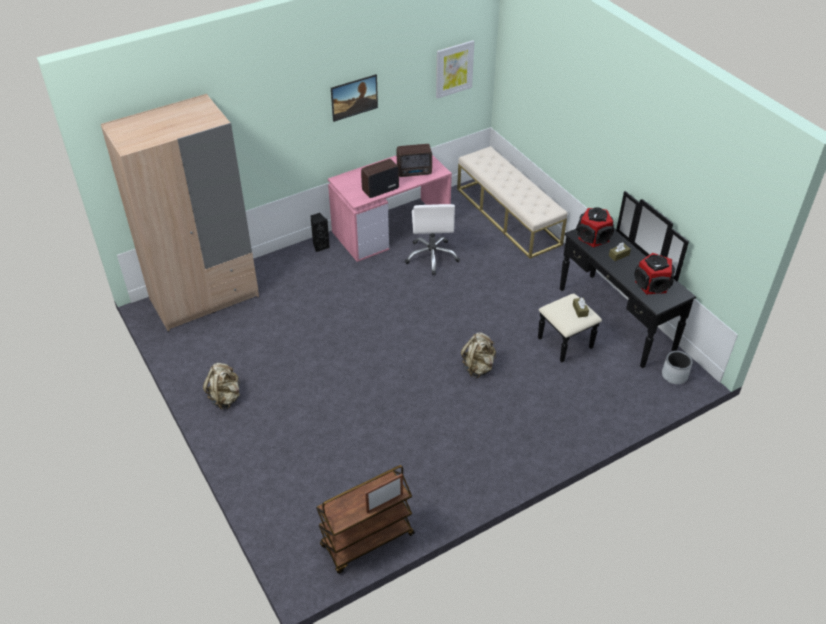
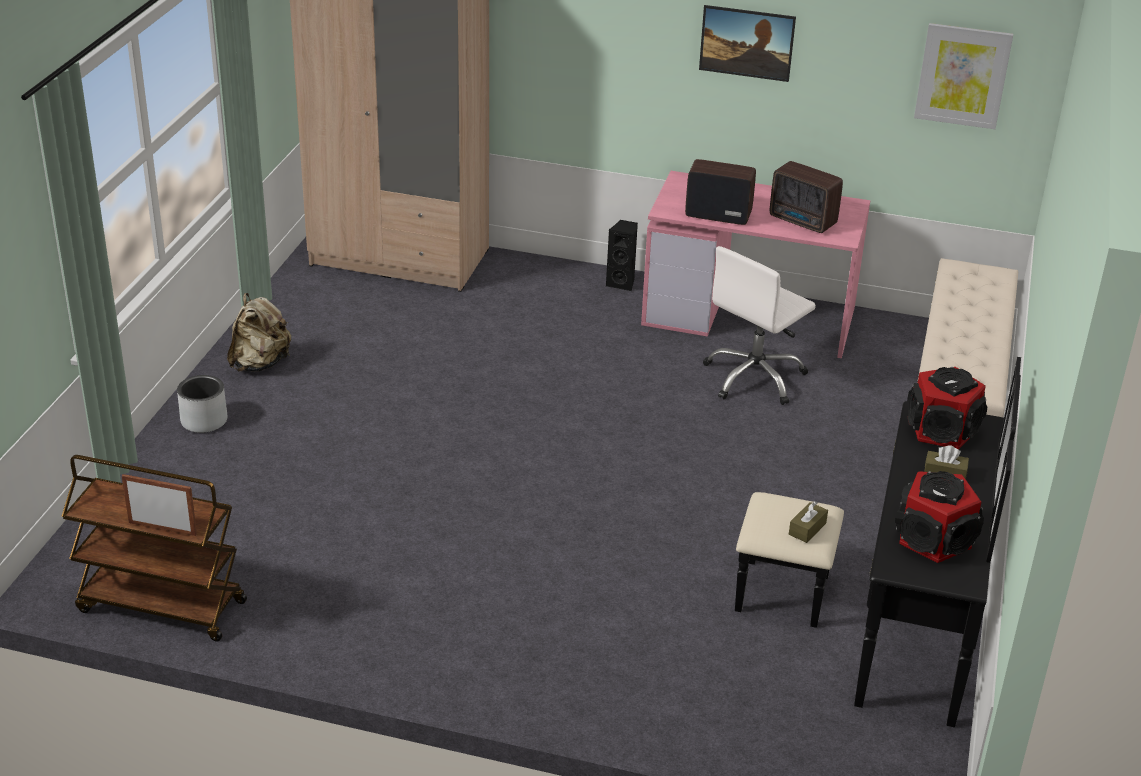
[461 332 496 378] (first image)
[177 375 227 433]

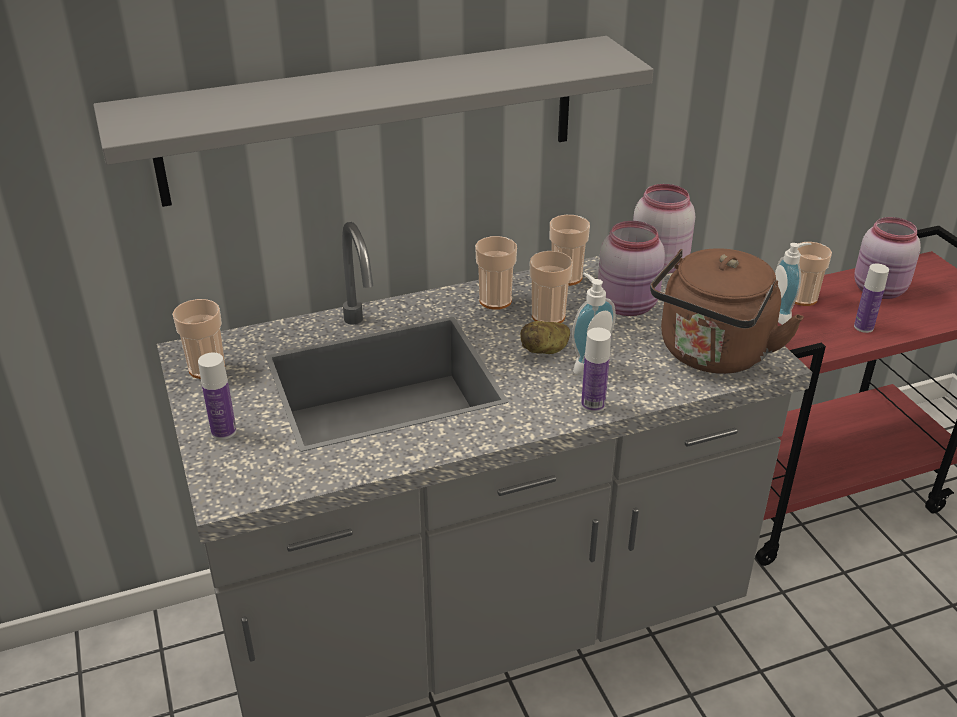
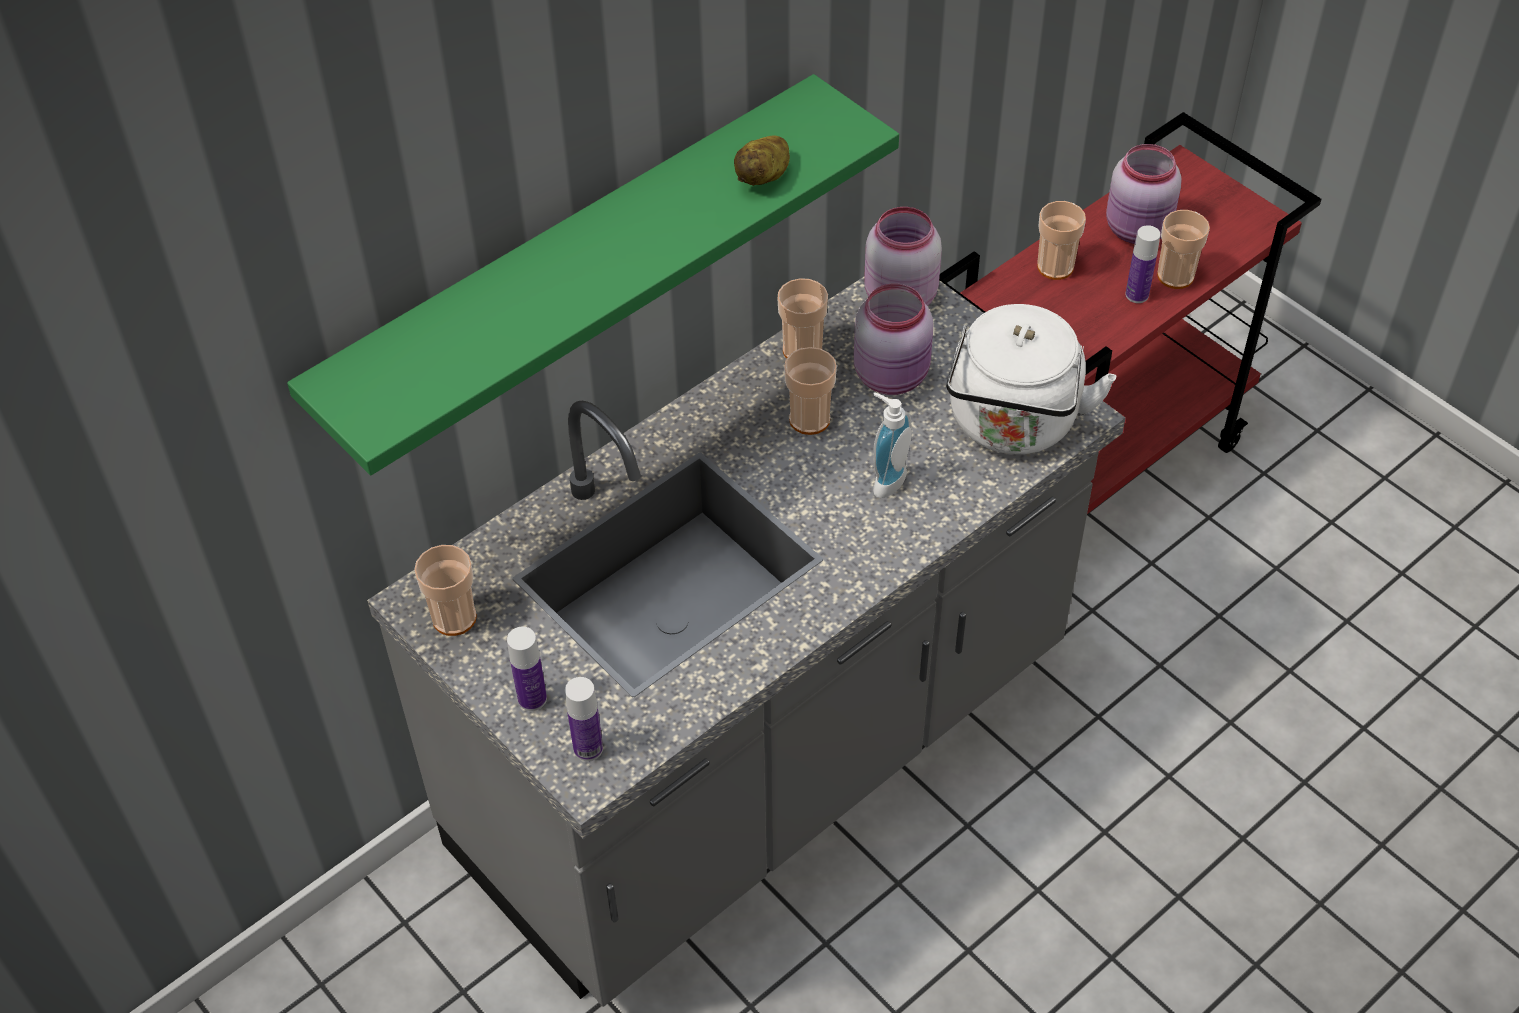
[775 243 812 325] (first image)
[1157 210 1210 289]
[734 135 790 186]
[565 677 603 761]
[287 74 899 475]
[946 304 1116 454]

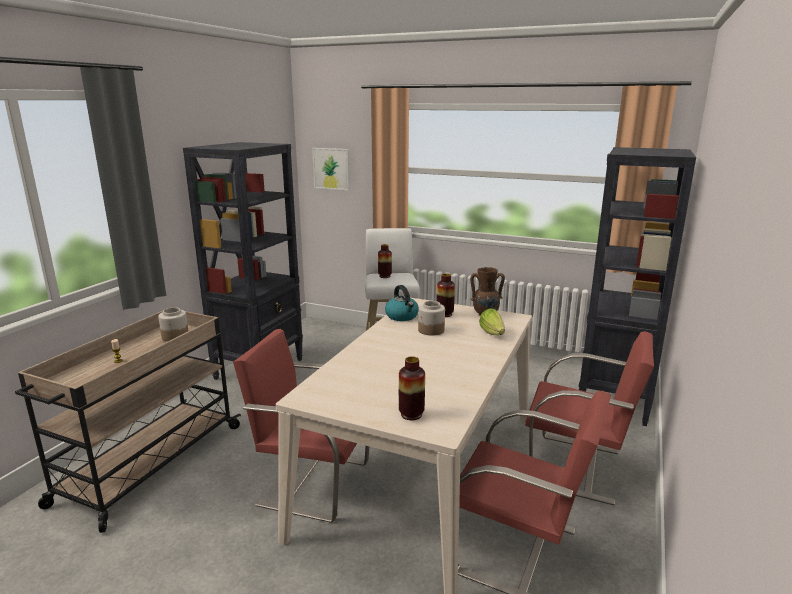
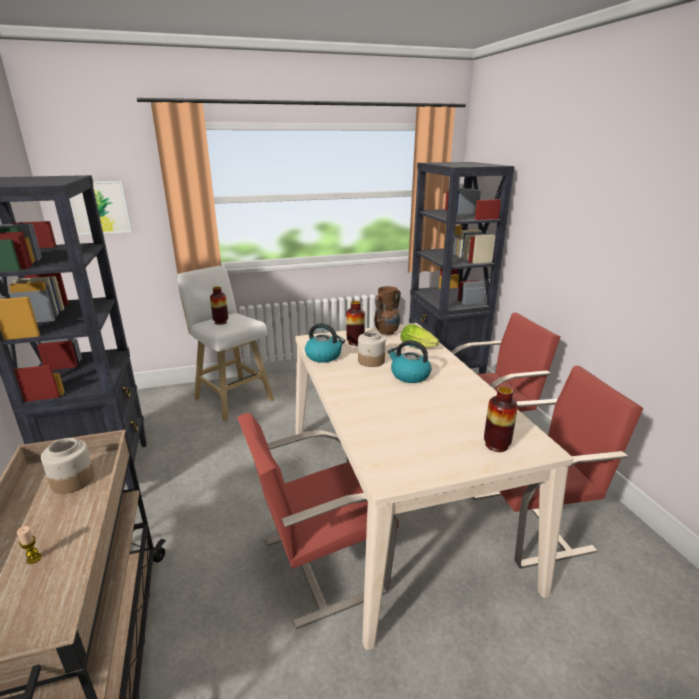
[387 340 431 383]

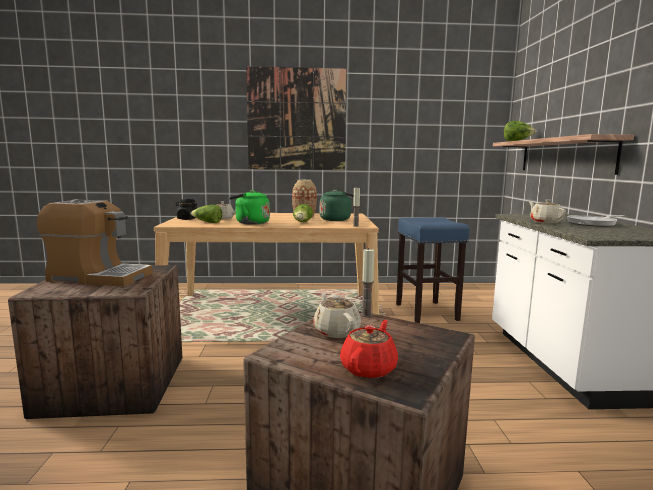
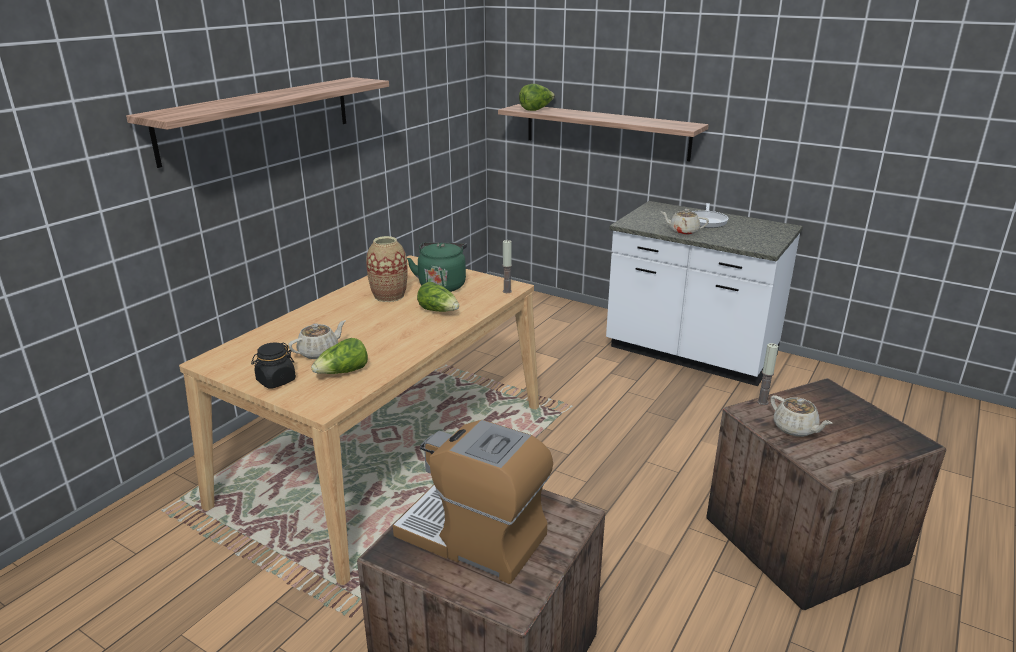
[229 190 270 225] (first image)
[340 320 398 378] (first image)
[396 217 470 323] (first image)
[126 77 389 168]
[393 420 553 584]
[770 395 832 437]

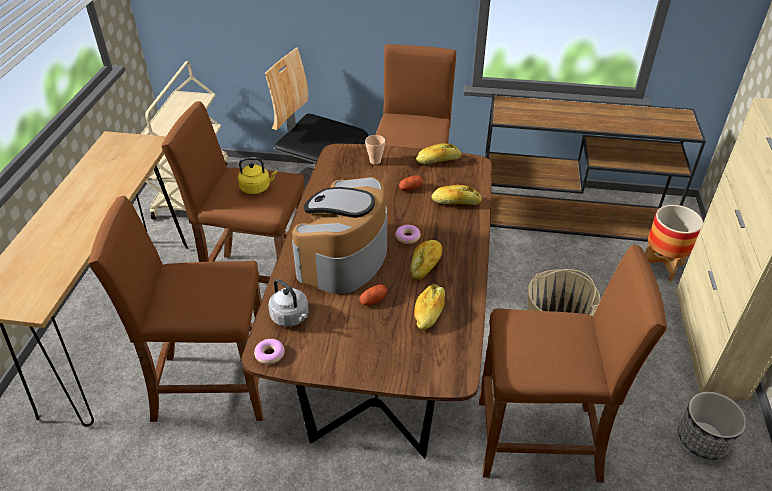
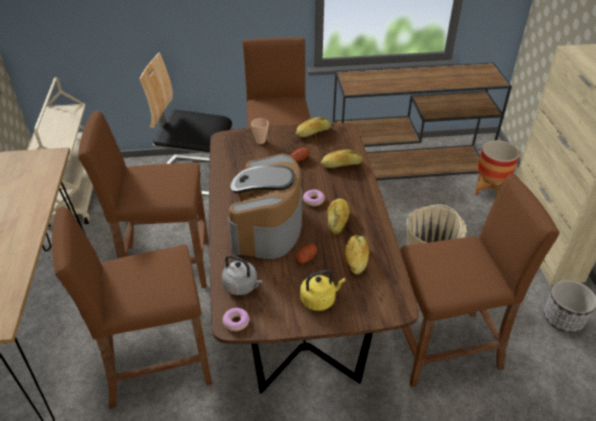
[300 270 346 311]

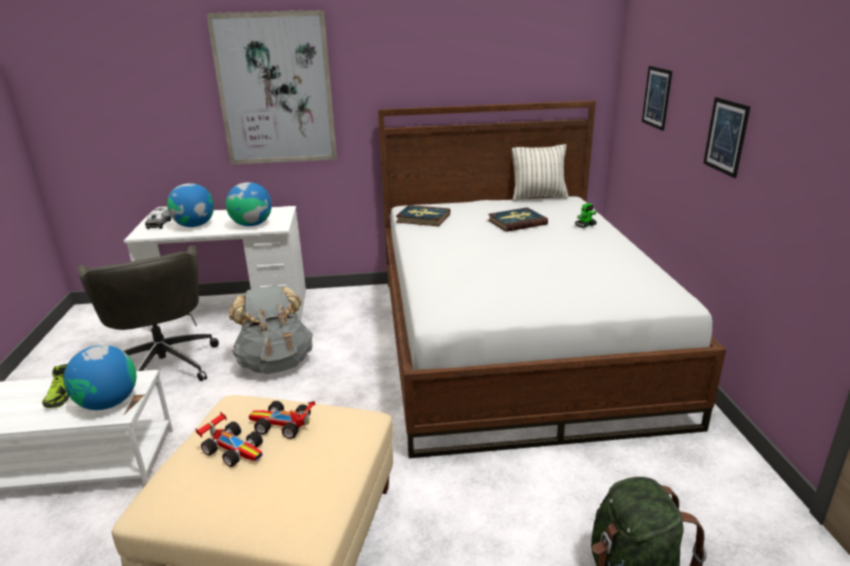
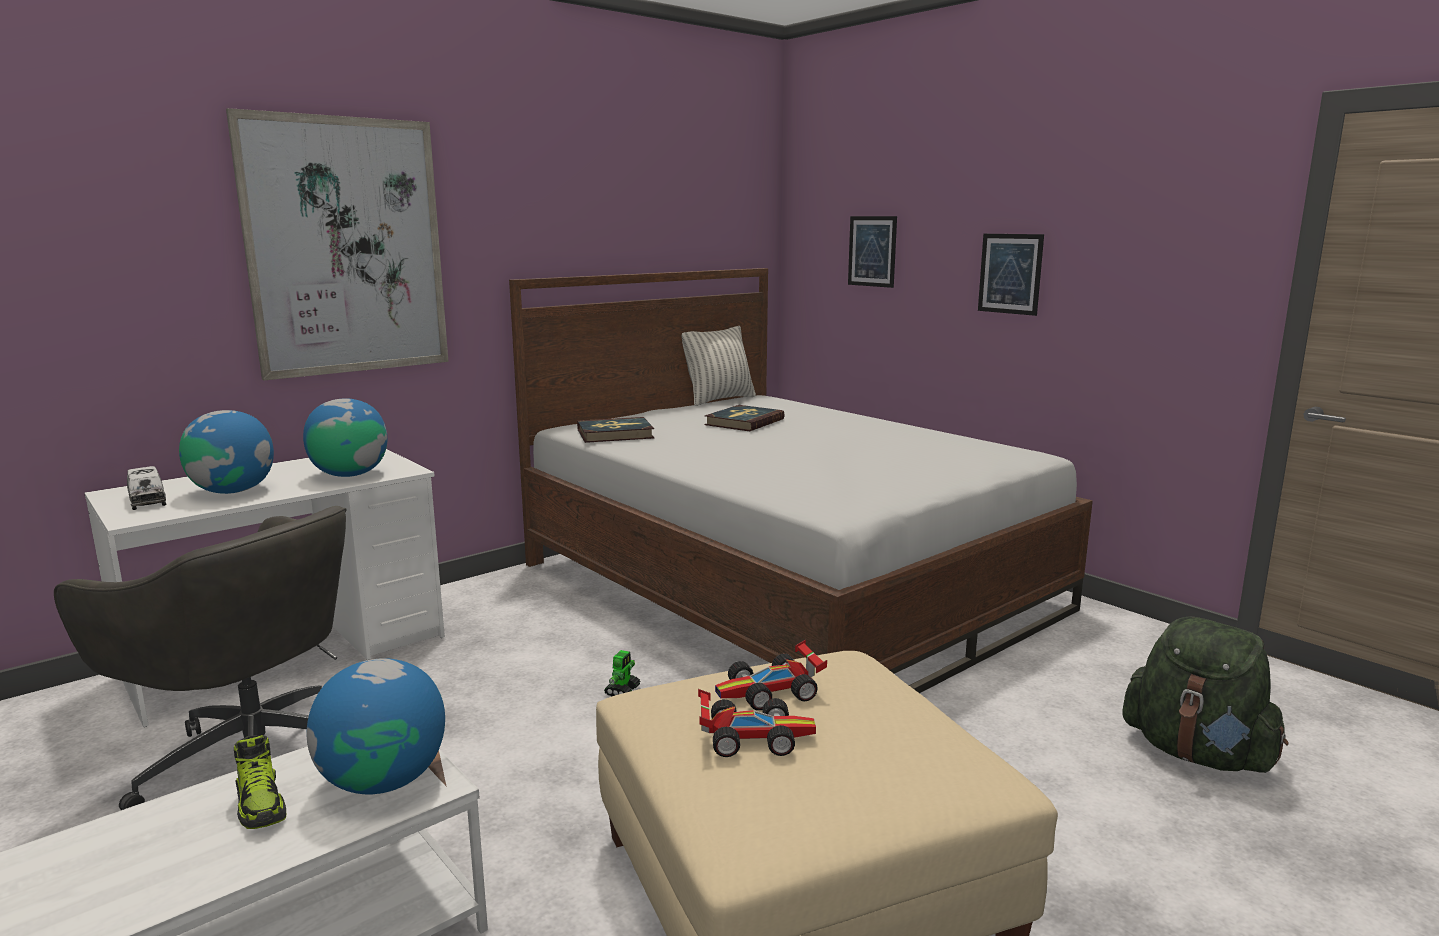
[228 285 313 374] (first image)
[604 650 641 697]

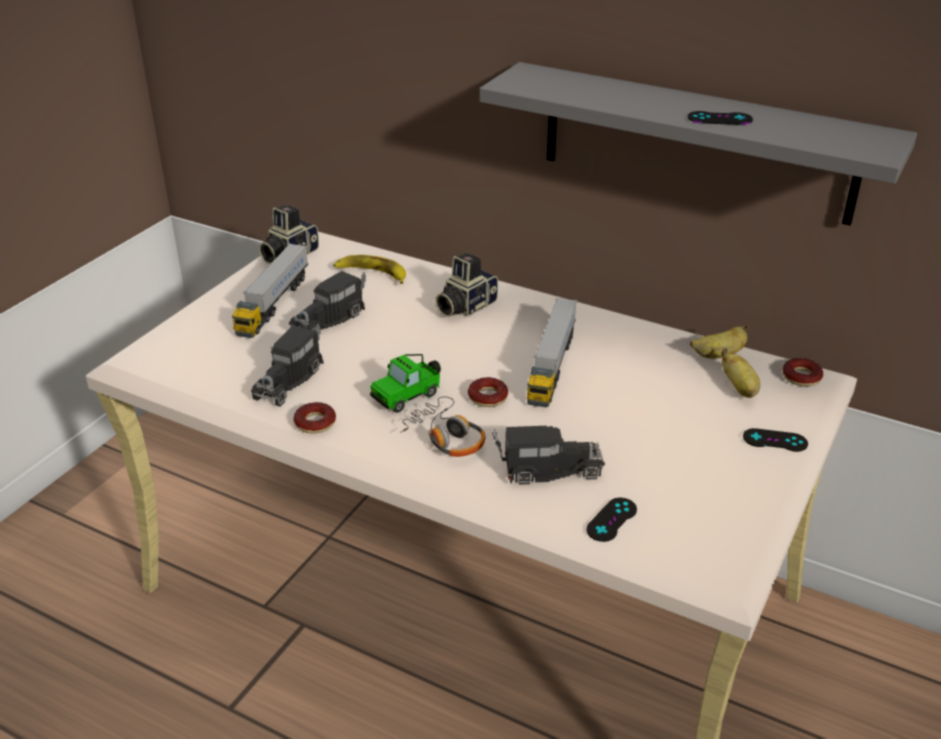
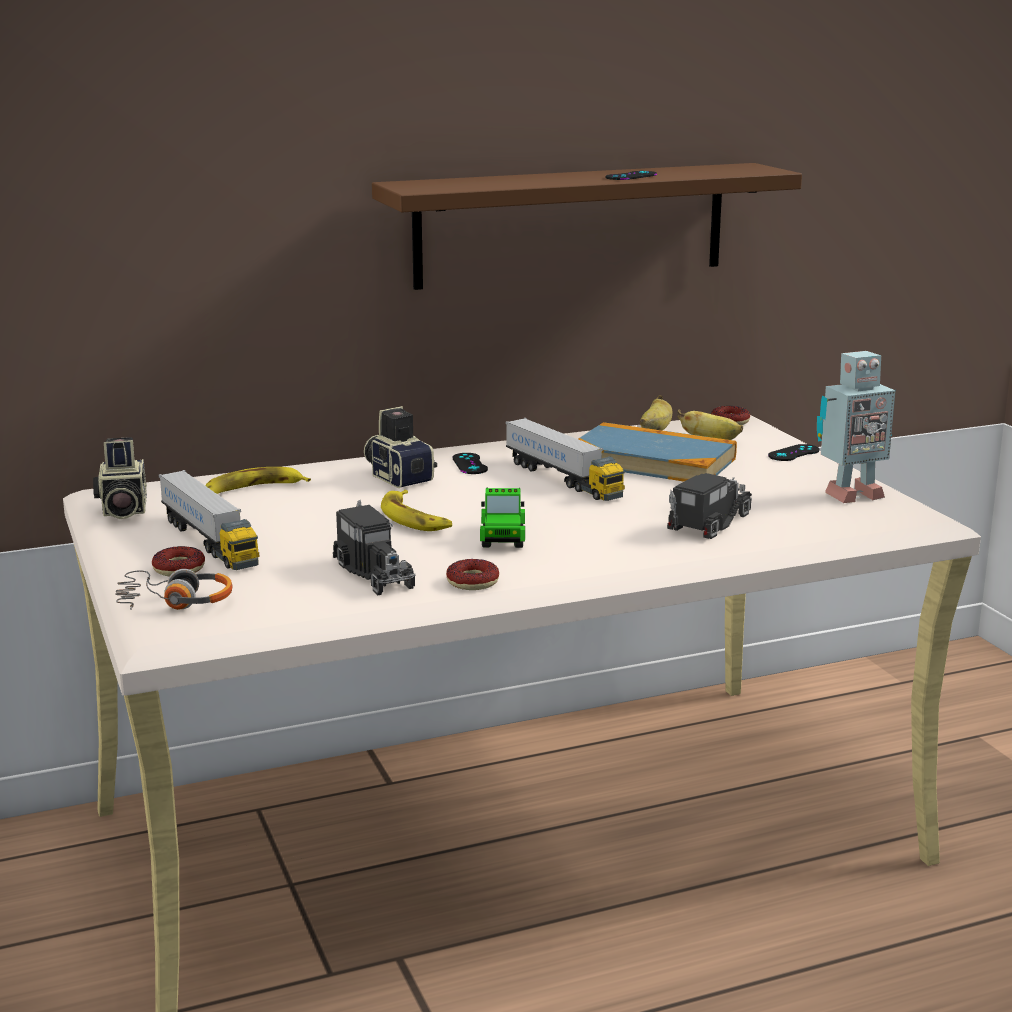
[289 271 366 334] (first image)
[381 490 452 531]
[578 422 737 482]
[817 351 896 503]
[115 569 232 610]
[152 546 205 576]
[453 453 488 474]
[372 163 802 290]
[364 406 437 488]

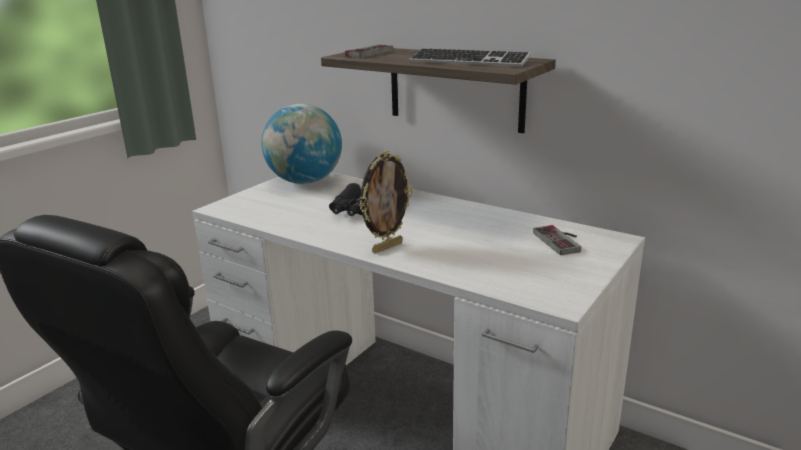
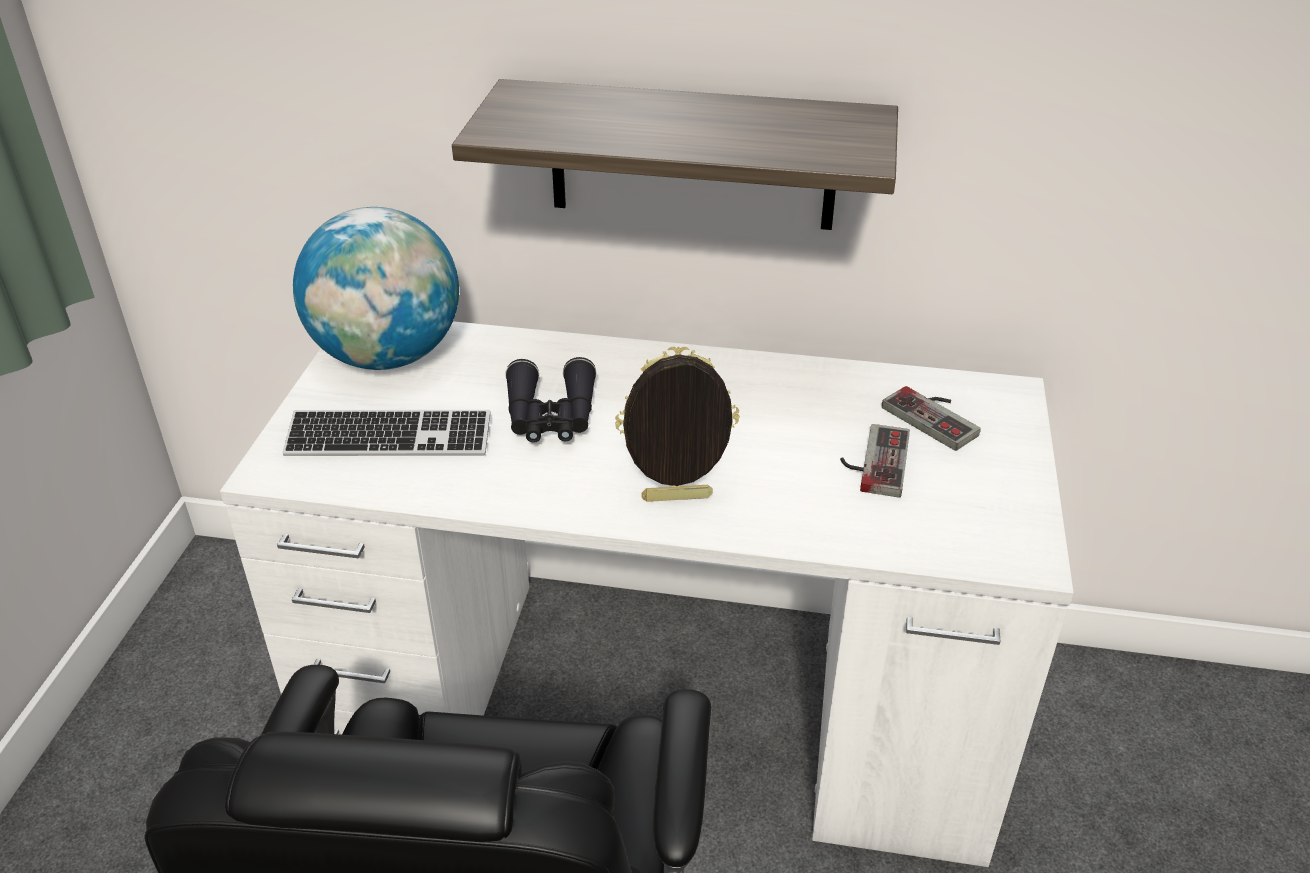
[840 424 910 498]
[282 410 491 456]
[615 346 740 502]

